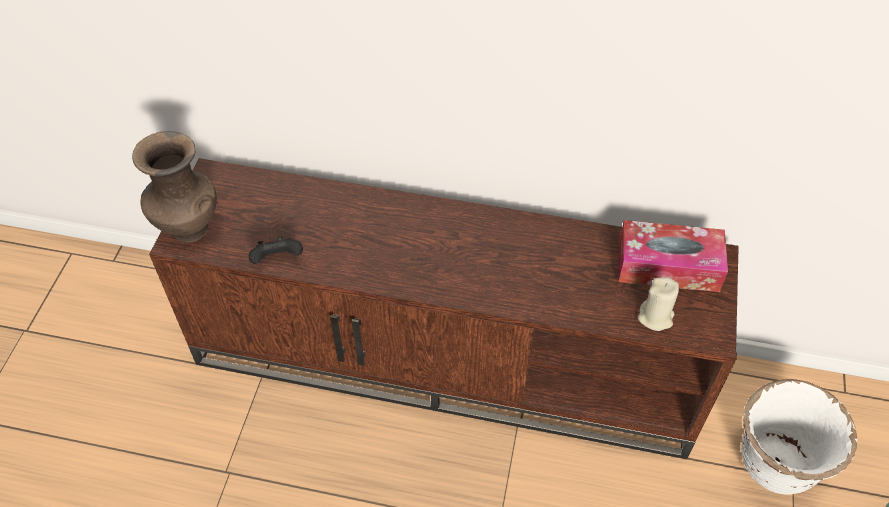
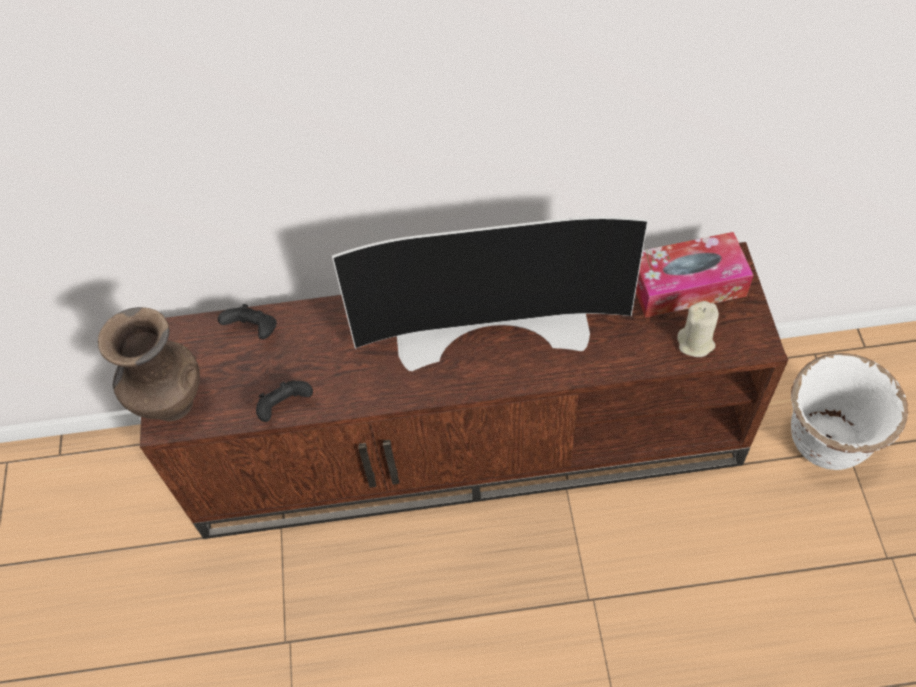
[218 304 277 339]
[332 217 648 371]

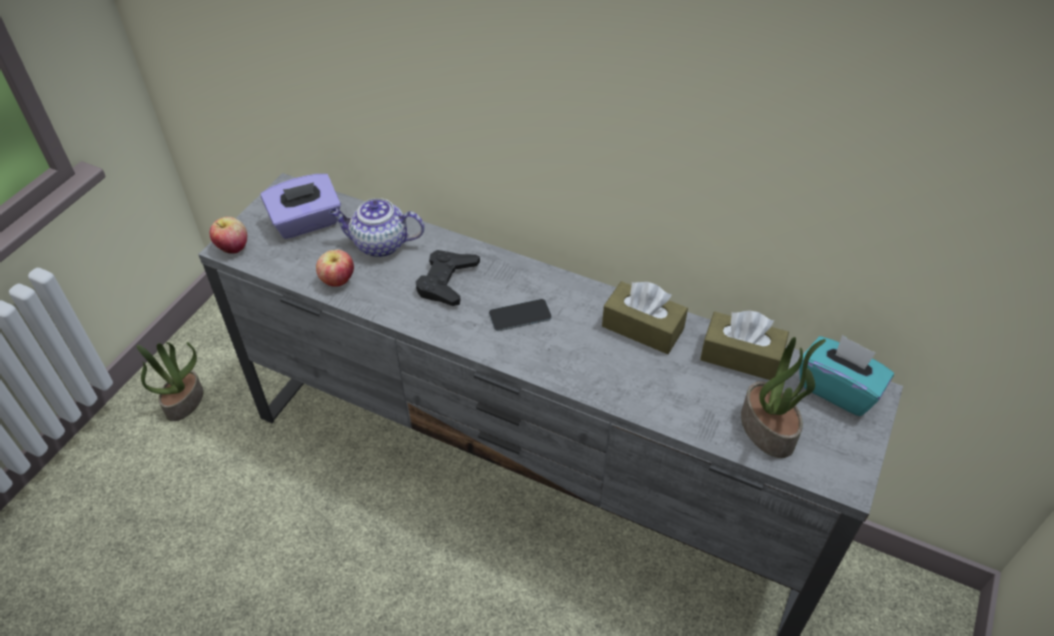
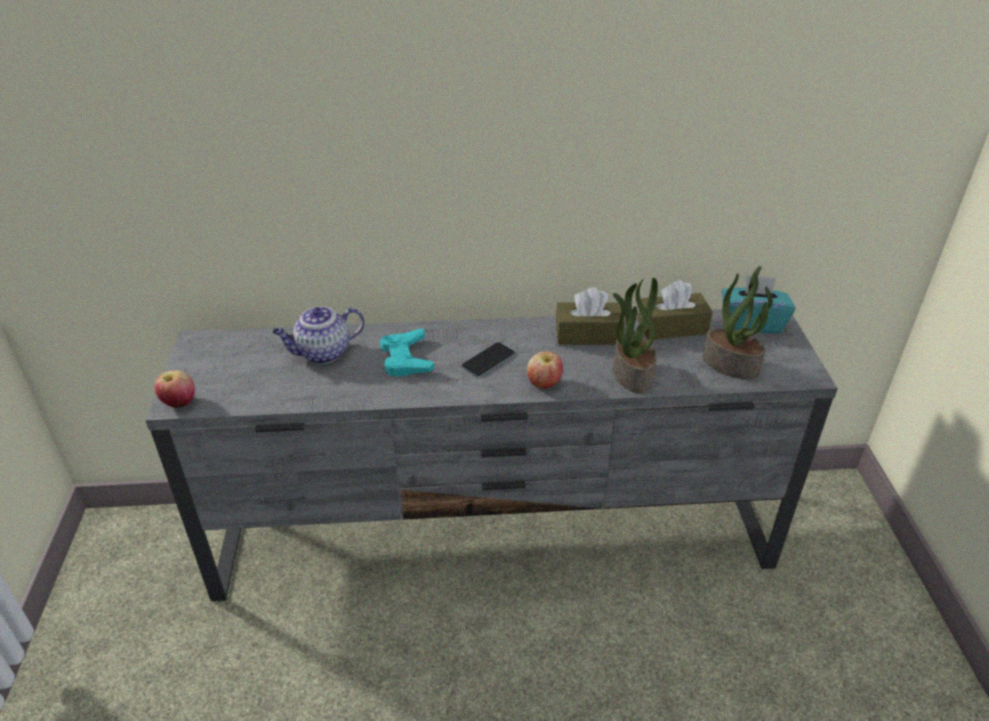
[261 174 341 239] (first image)
[613 278 658 393]
[527 351 563 389]
[380 329 434 377]

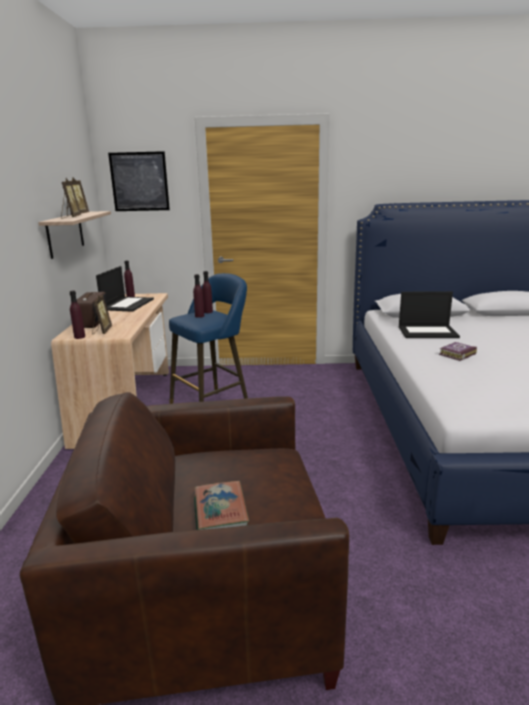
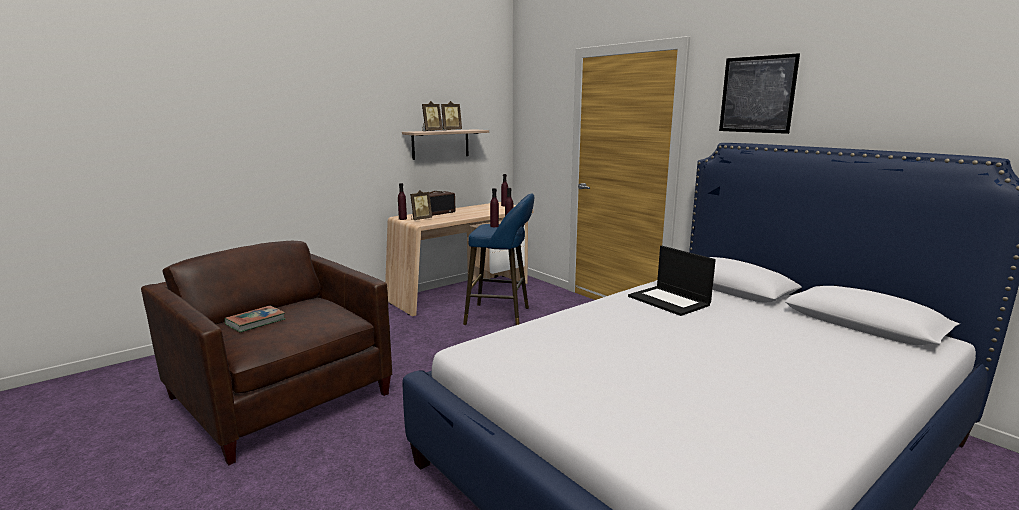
[96 266 154 312] (first image)
[439 342 477 361] (first image)
[719 53 800 134]

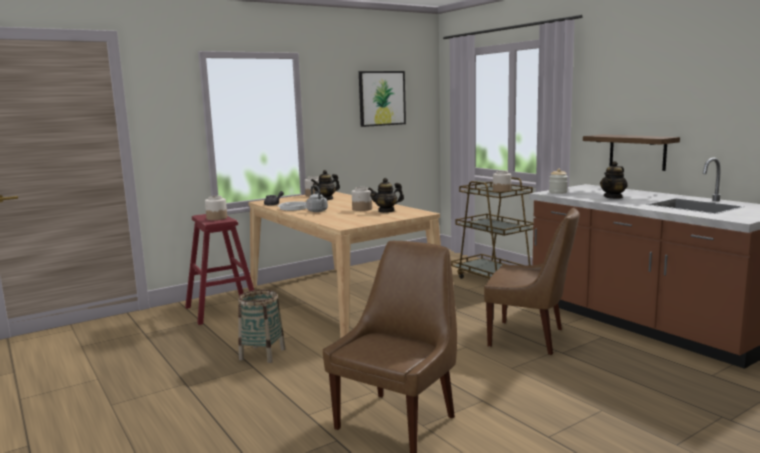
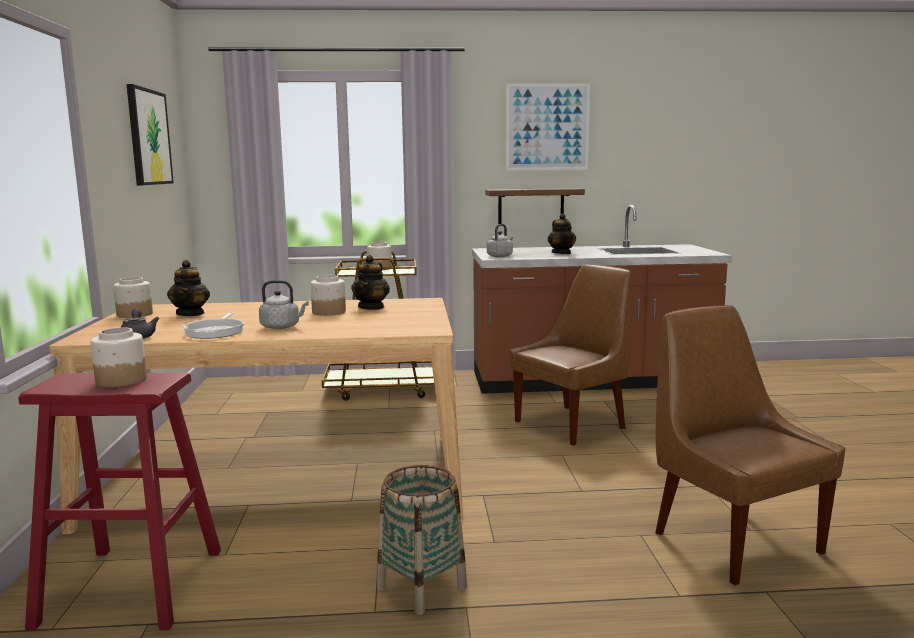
[506 83 590 171]
[487 224 513 257]

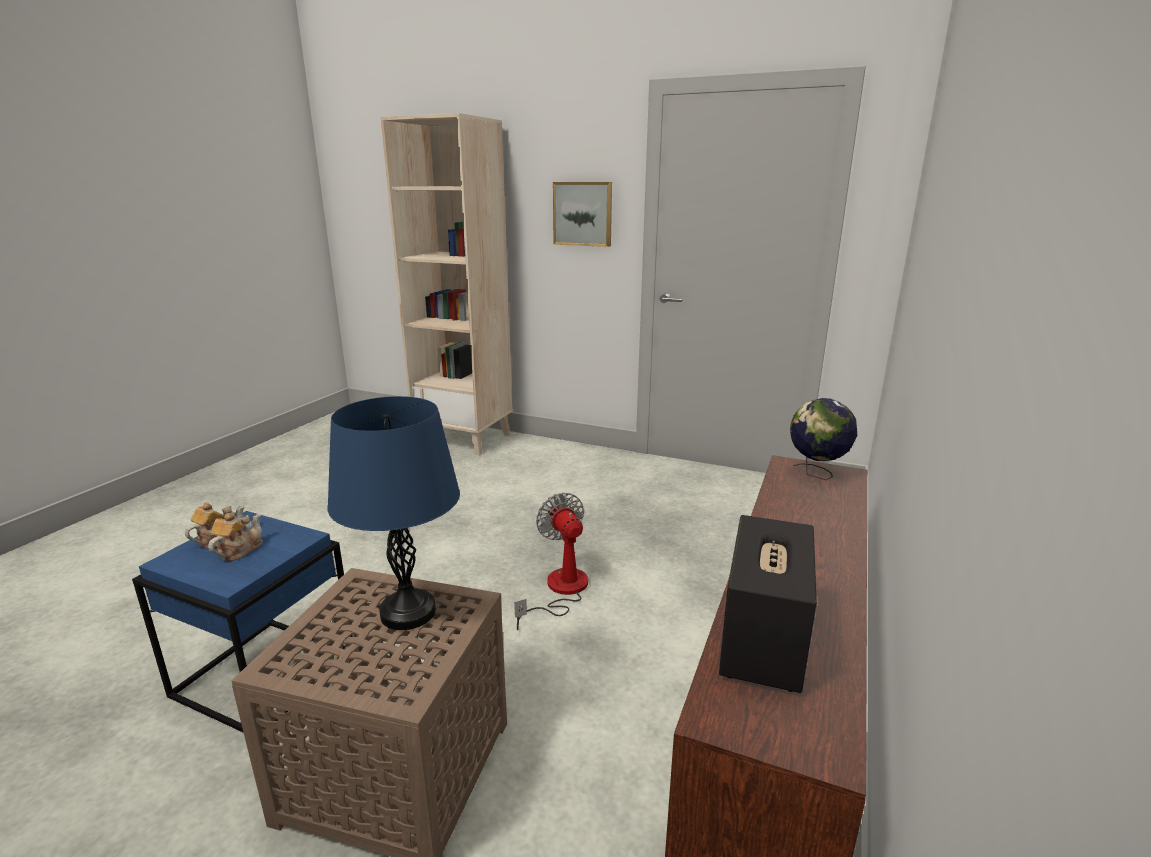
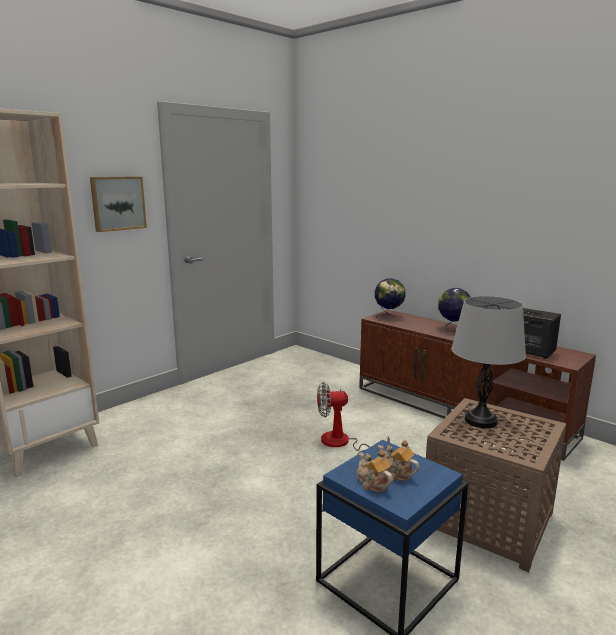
[438 288 470 332]
[451 296 526 428]

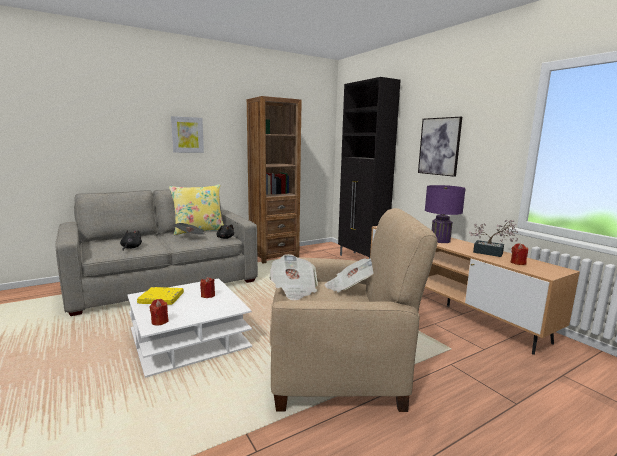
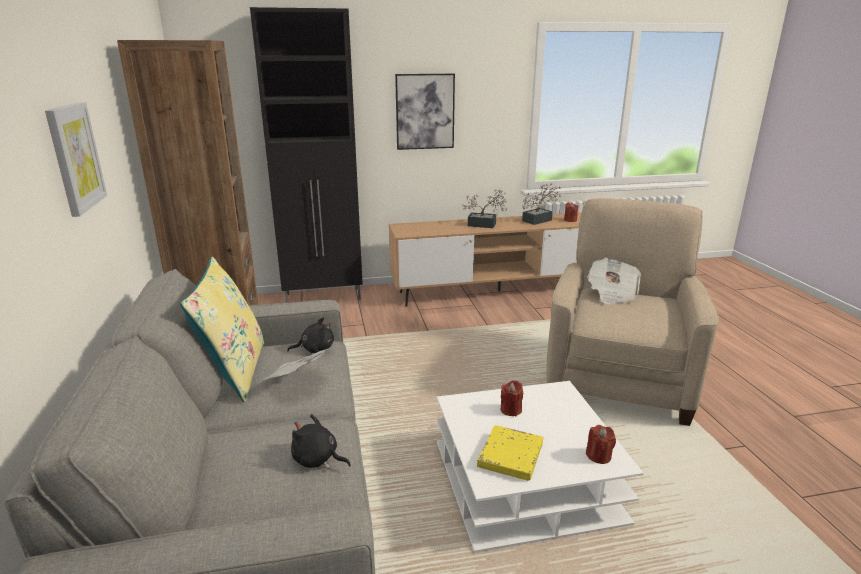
[269 254 318 301] (first image)
[462 190 507 228]

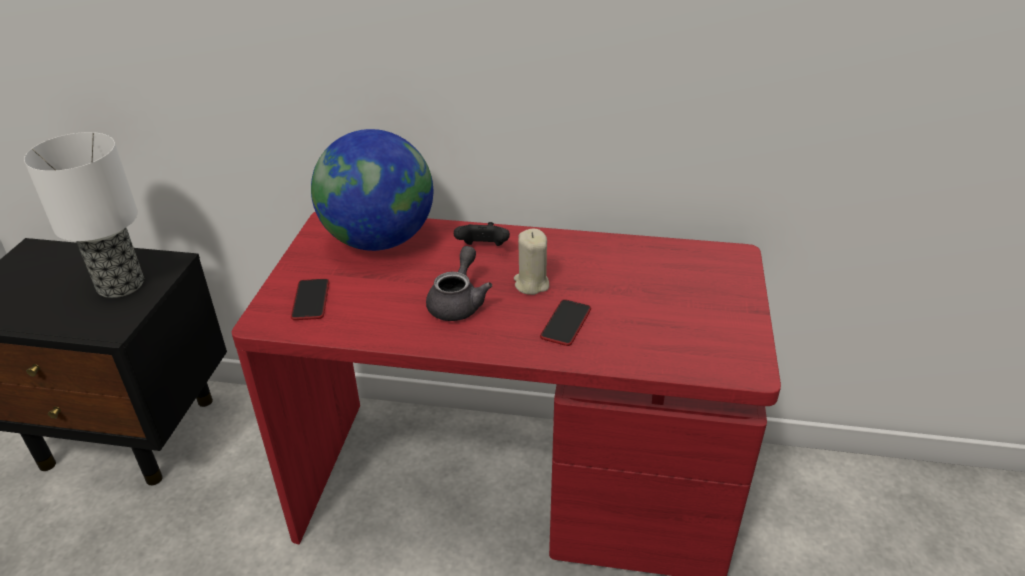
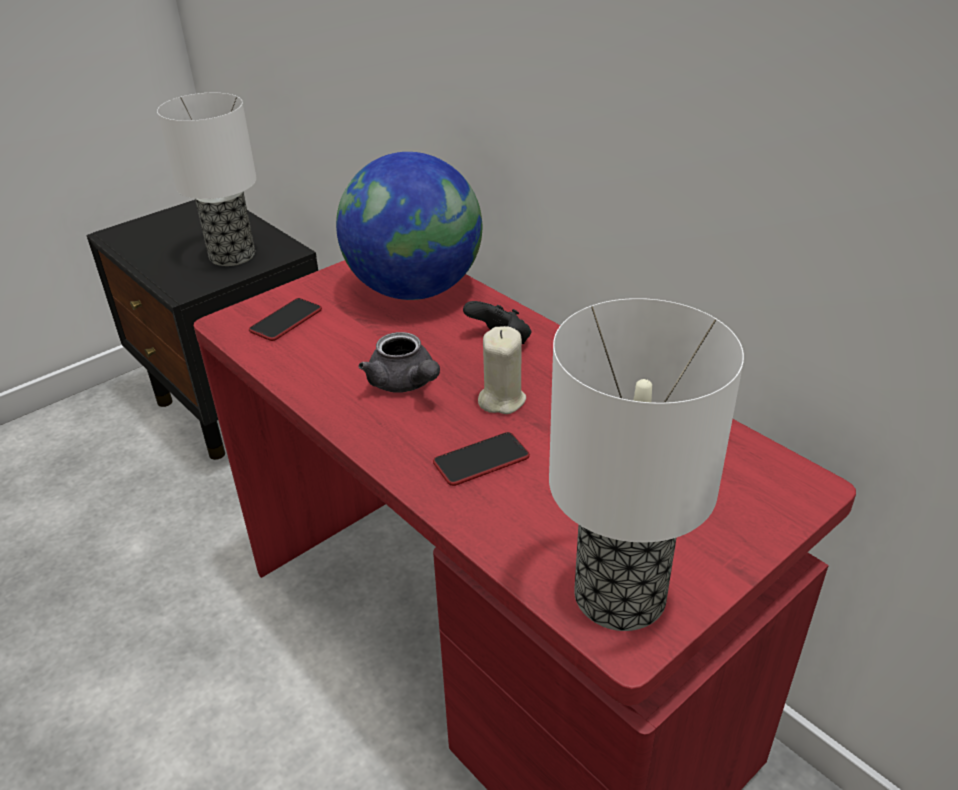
[549 298 744 631]
[359 332 440 393]

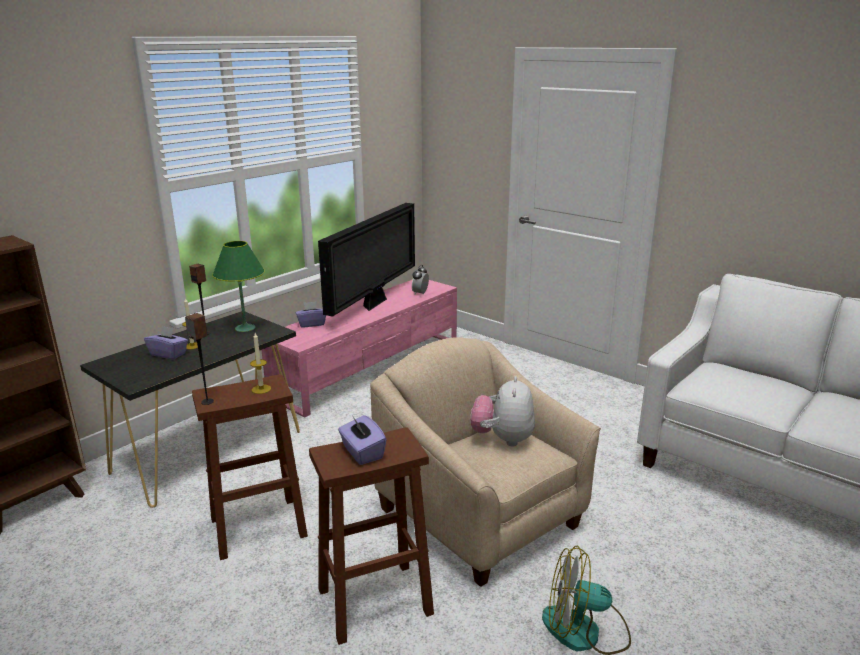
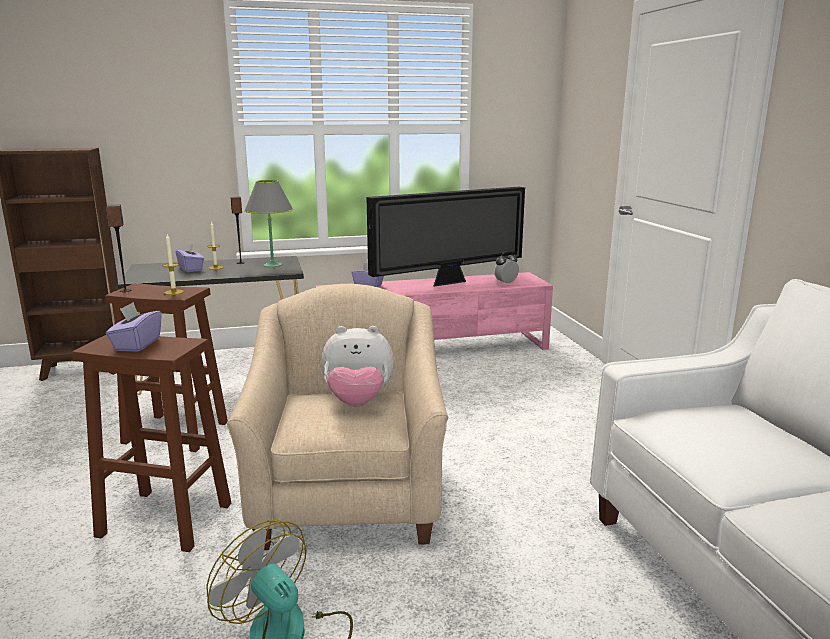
[244 180 293 267]
[322 326 394 407]

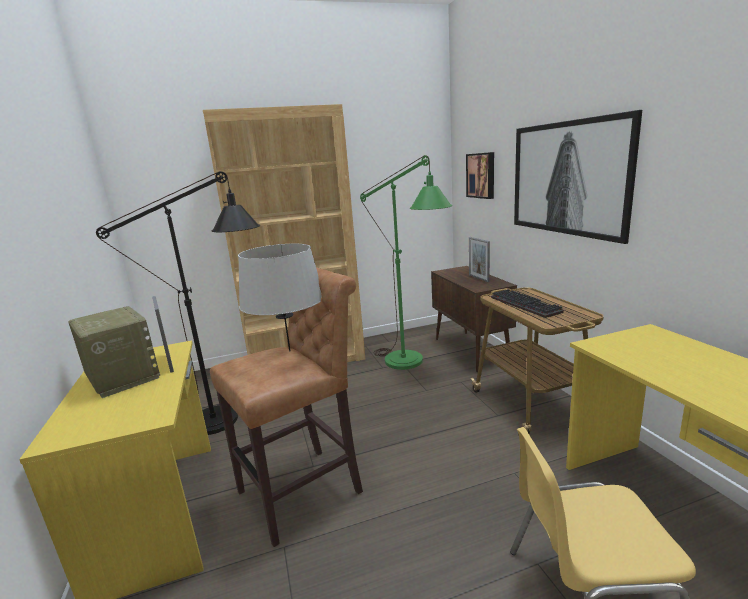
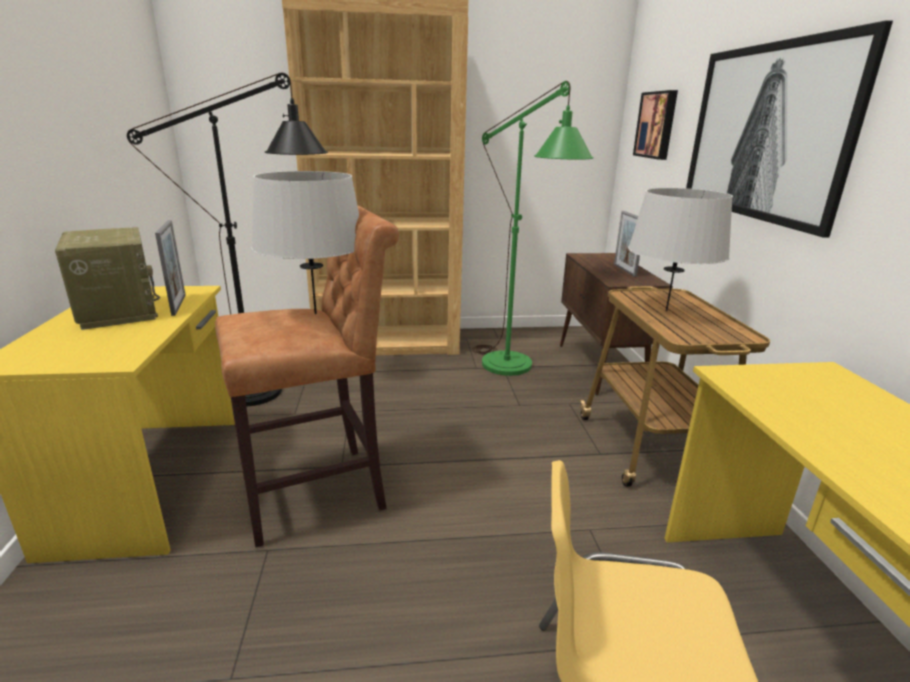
[628 188 733 311]

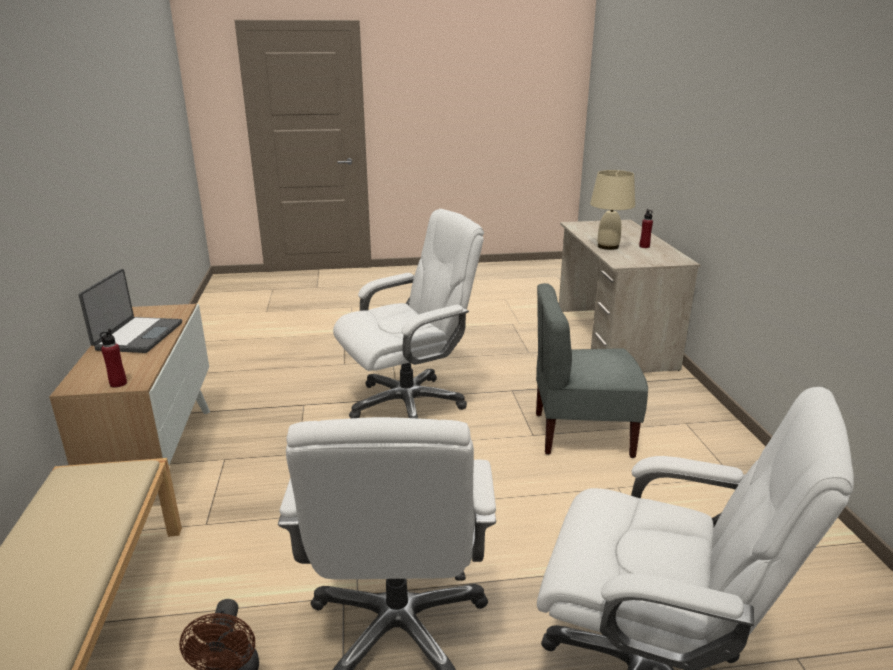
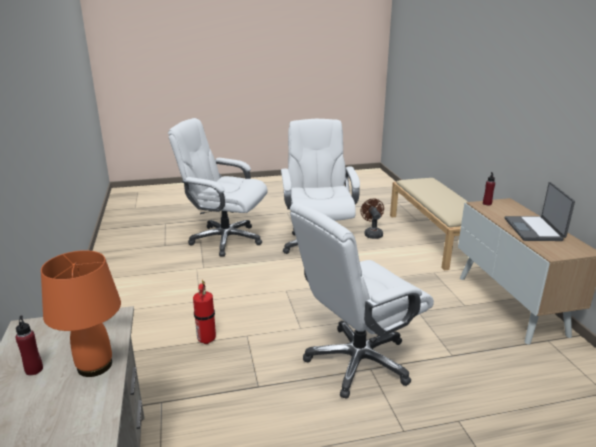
[193 280 216 344]
[41 250 121 377]

